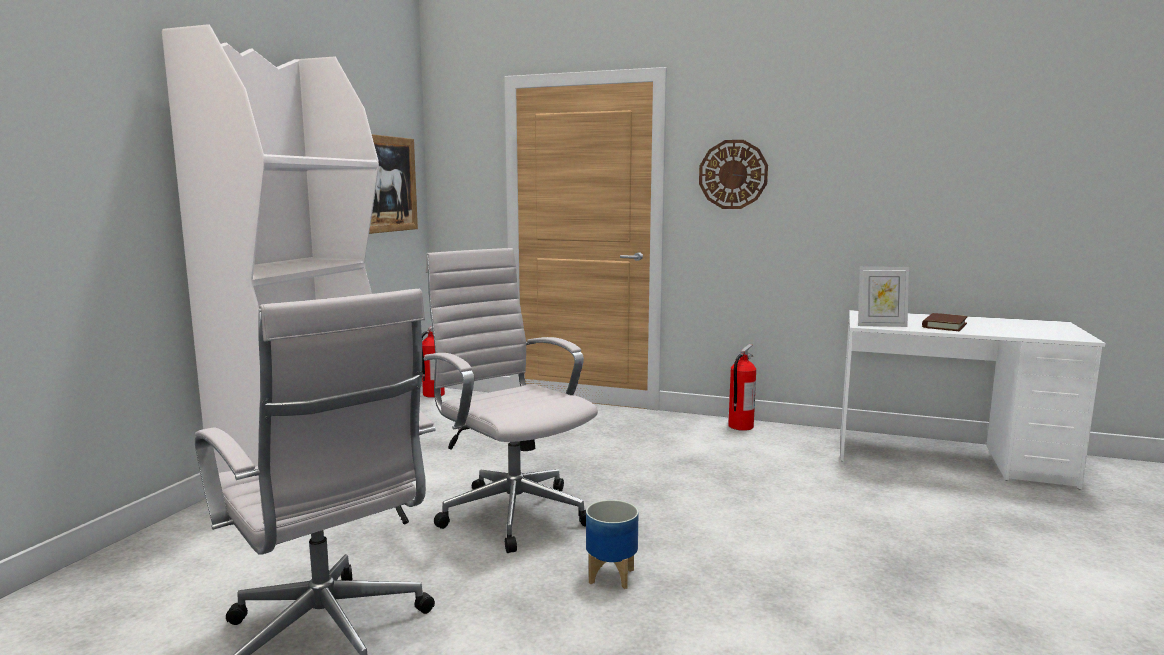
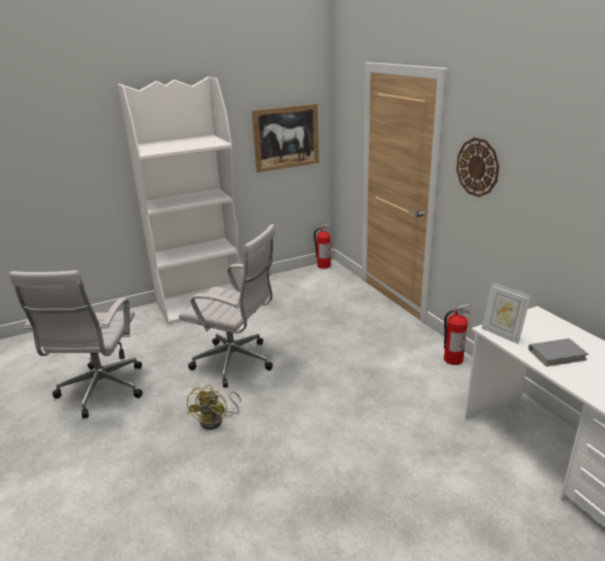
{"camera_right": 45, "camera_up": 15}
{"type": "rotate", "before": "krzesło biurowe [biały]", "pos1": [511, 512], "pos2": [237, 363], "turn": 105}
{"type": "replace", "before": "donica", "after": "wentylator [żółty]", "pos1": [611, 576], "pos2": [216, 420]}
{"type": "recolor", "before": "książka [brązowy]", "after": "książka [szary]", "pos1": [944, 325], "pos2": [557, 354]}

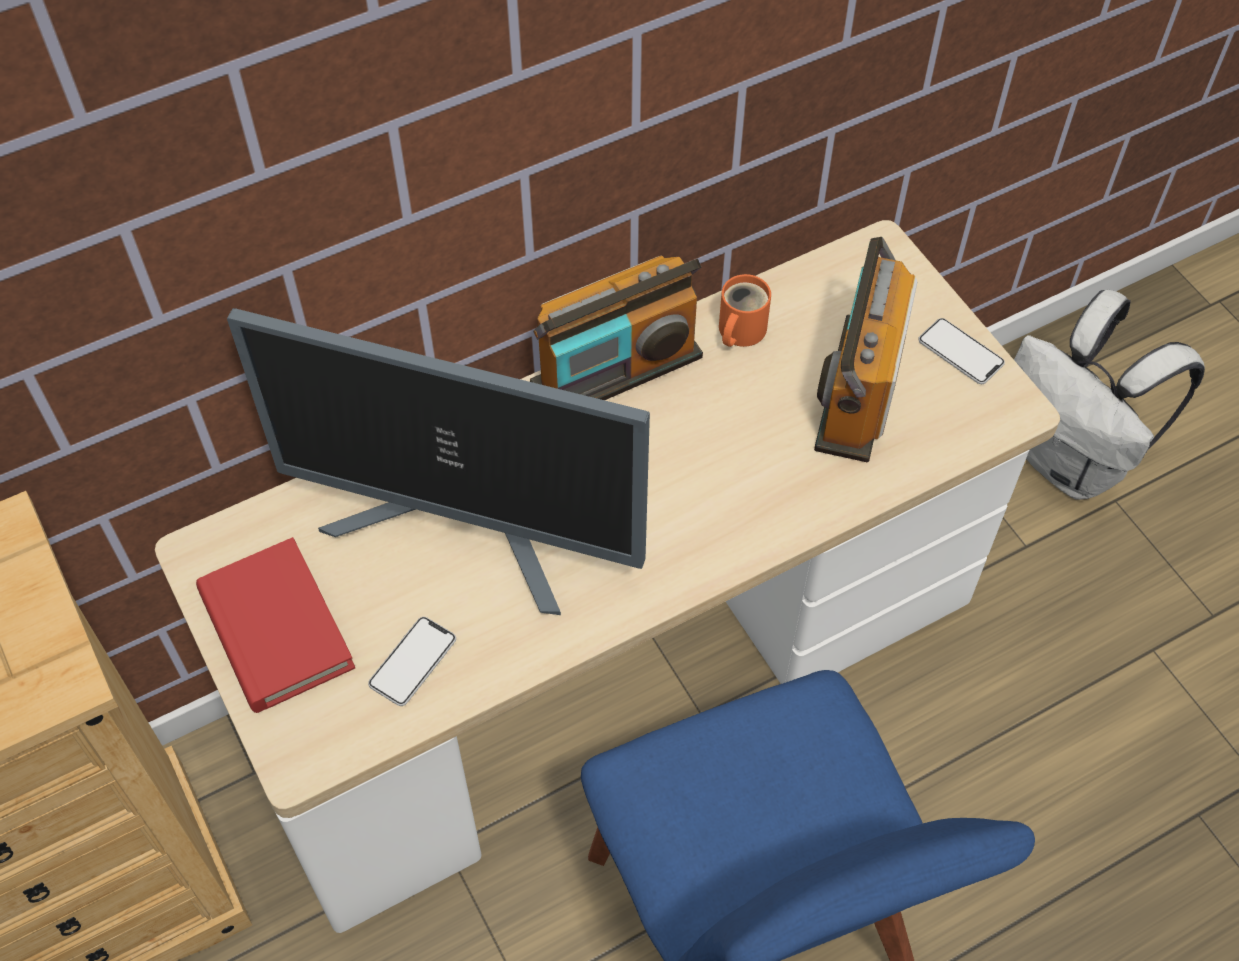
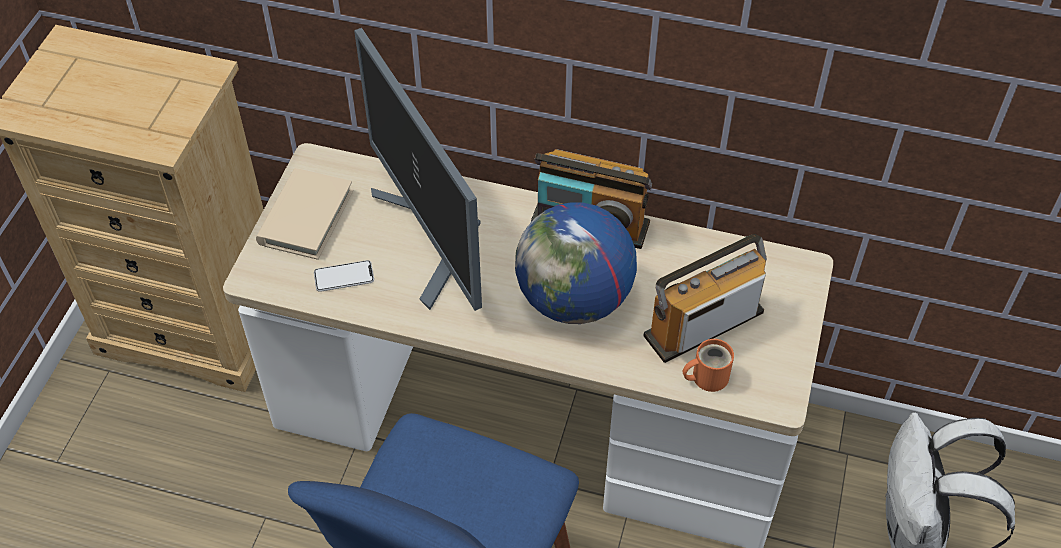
{"camera_right": 45, "camera_up": -5}
{"type": "recolor", "before": "książka [czerwony]", "after": "książka [beżowy]", "pos1": [276, 629], "pos2": [306, 217]}
{"type": "insert", "after": "globus", "pos2": [574, 300]}
{"type": "move", "before": "kubek [pomarańczowy]", "pos1": [738, 330], "pos2": [706, 376]}
{"type": "delete", "before": "telefon", "pos1": [960, 352]}

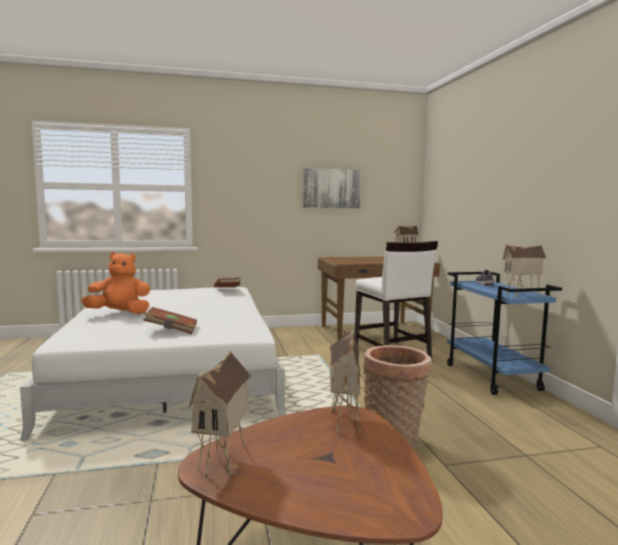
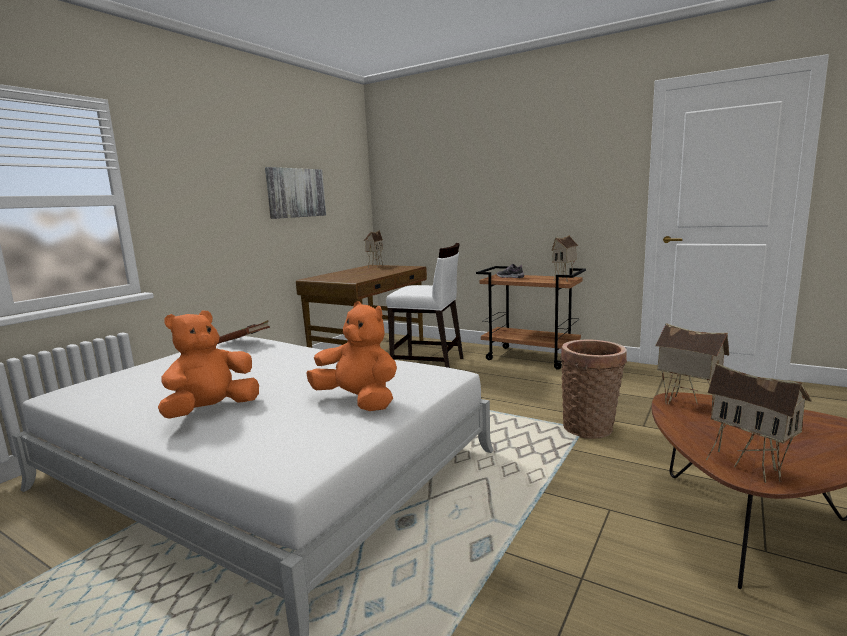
{"camera_right": -45, "camera_up": 5}
{"type": "replace", "before": "książka [brązowy]", "after": "pluszak [pomarańczowy]", "pos1": [171, 330], "pos2": [358, 401]}
{"type": "recolor", "before": "wózek [niebieski]", "after": "wózek [brązowy]", "pos1": [493, 377], "pos2": [531, 358]}

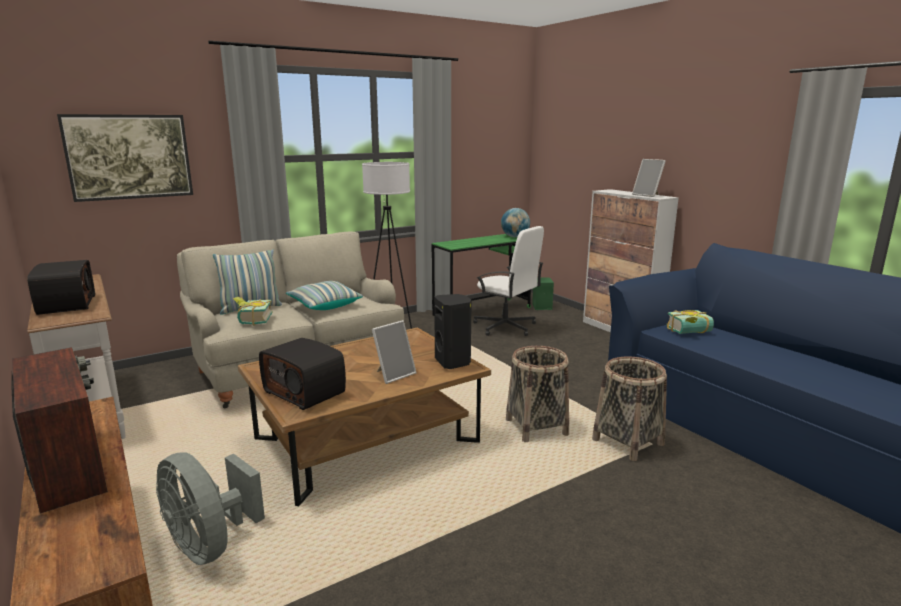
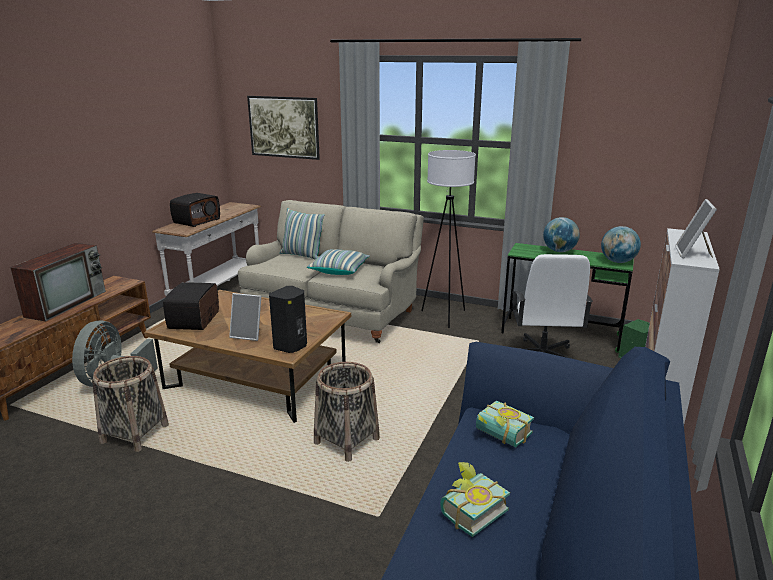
{"camera_right": 55, "camera_up": 5}
{"type": "move", "before": "koszyk", "pos1": [627, 441], "pos2": [135, 433]}
{"type": "move", "before": "książka", "pos1": [252, 320], "pos2": [469, 510]}
{"type": "insert", "after": "globus", "pos2": [559, 251]}

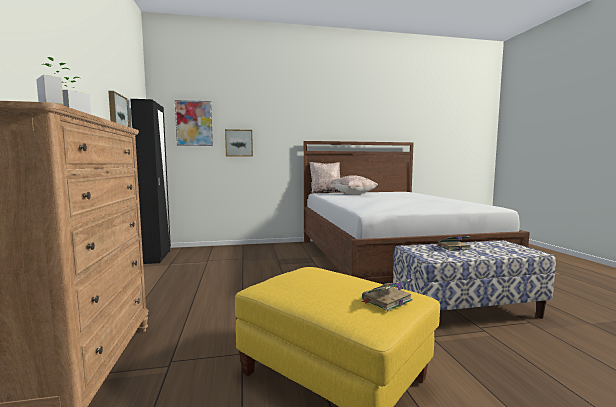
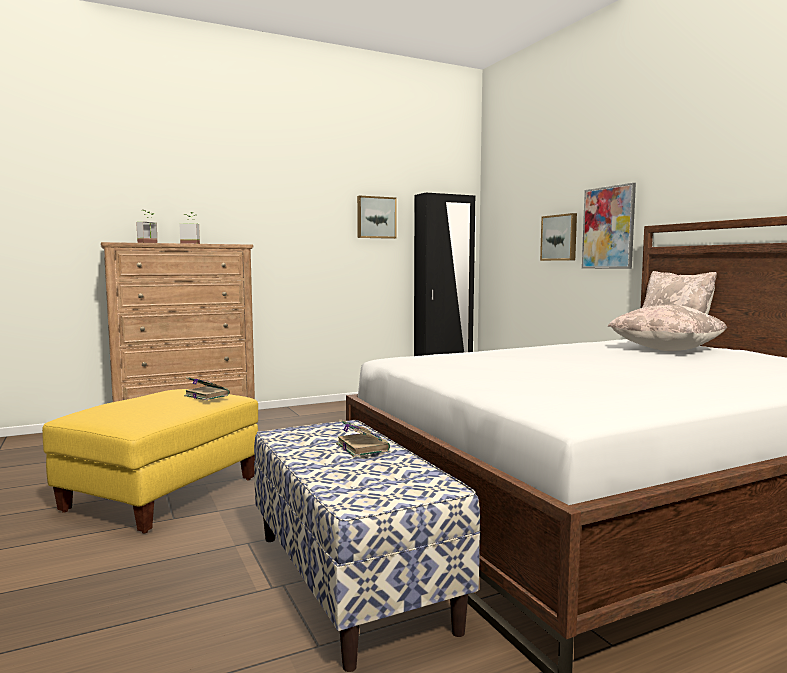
{"camera_right": 75, "camera_up": 0}
{"type": "move", "before": "książka", "pos1": [386, 300], "pos2": [206, 395]}
{"type": "move", "before": "obraz", "pos1": [194, 123], "pos2": [608, 228]}

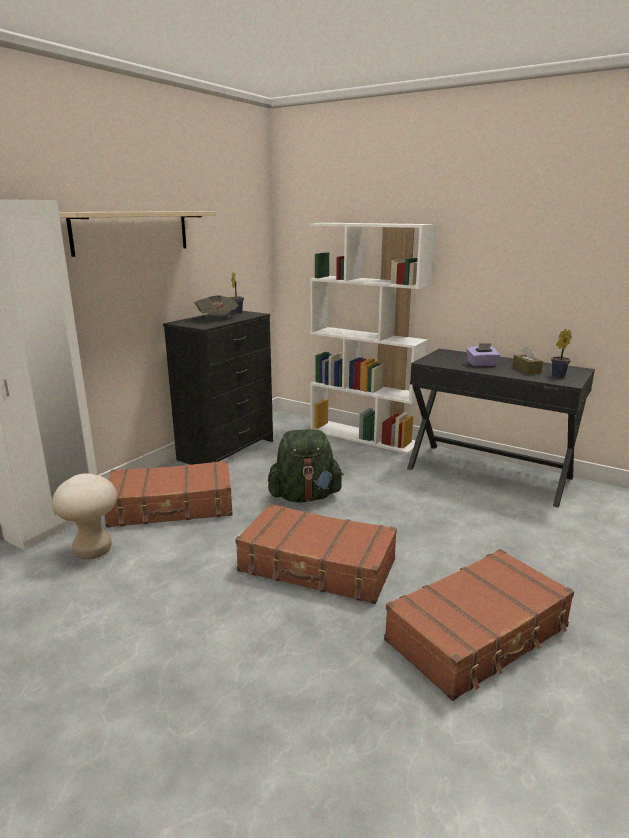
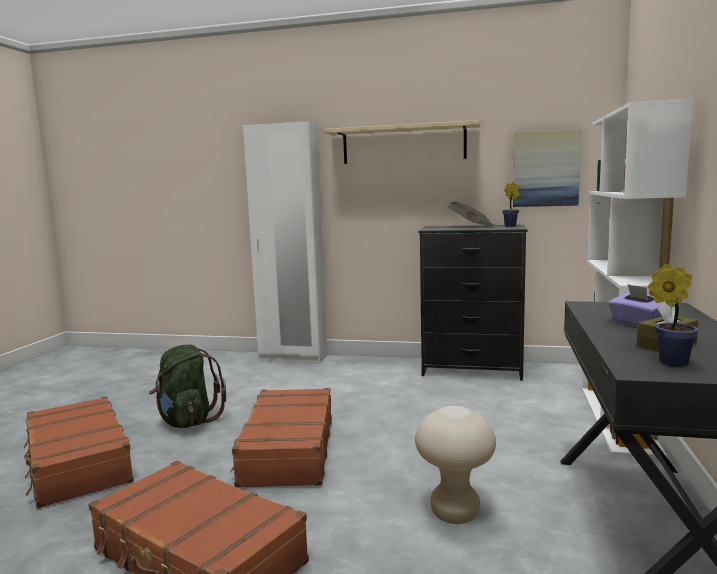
{"camera_right": 70, "camera_up": -10}
{"type": "move", "before": "walizka [brązowy]", "pos1": [172, 507], "pos2": [77, 463]}
{"type": "move", "before": "plecak [zielony]", "pos1": [305, 496], "pos2": [187, 421]}
{"type": "move", "before": "stołek [beżowy]", "pos1": [93, 551], "pos2": [455, 513]}
{"type": "insert", "after": "obraz", "pos2": [545, 168]}

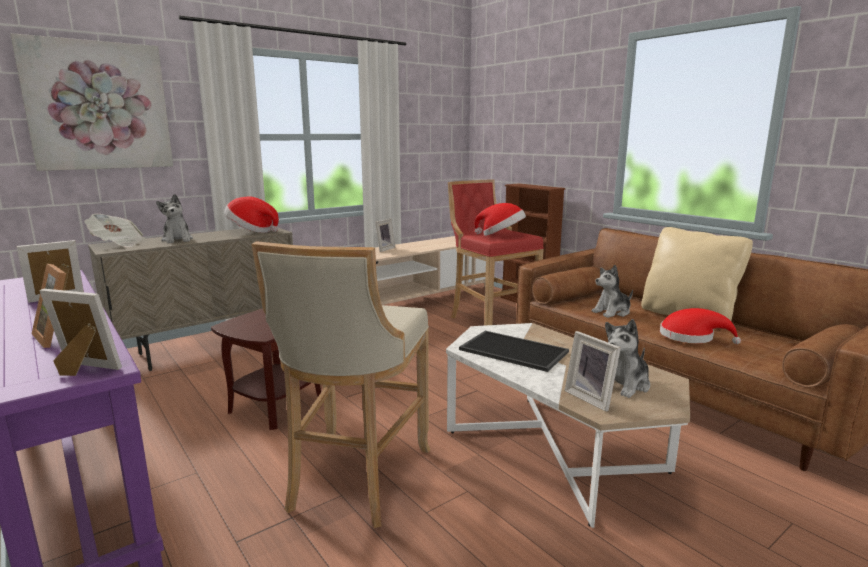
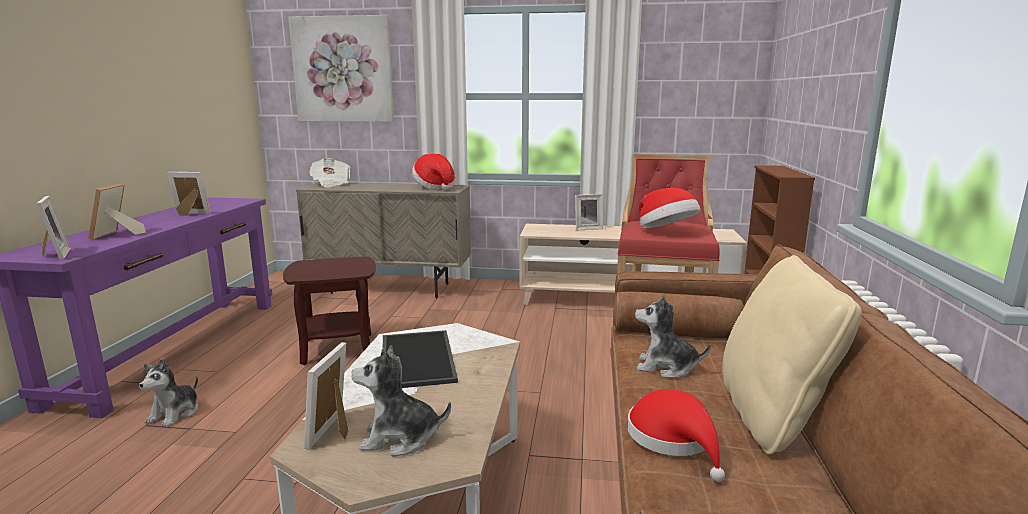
{"camera_right": 45, "camera_up": 0}
{"type": "move", "before": "pluszak", "pos1": [177, 240], "pos2": [175, 413]}
{"type": "delete", "before": "stołek [beżowy]", "pos1": [355, 480]}

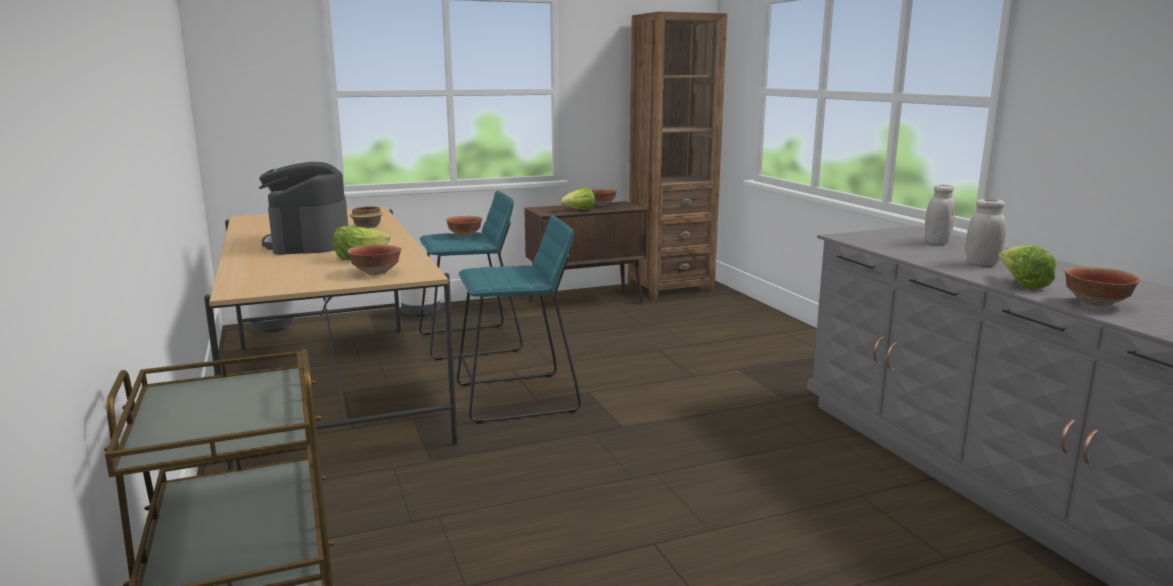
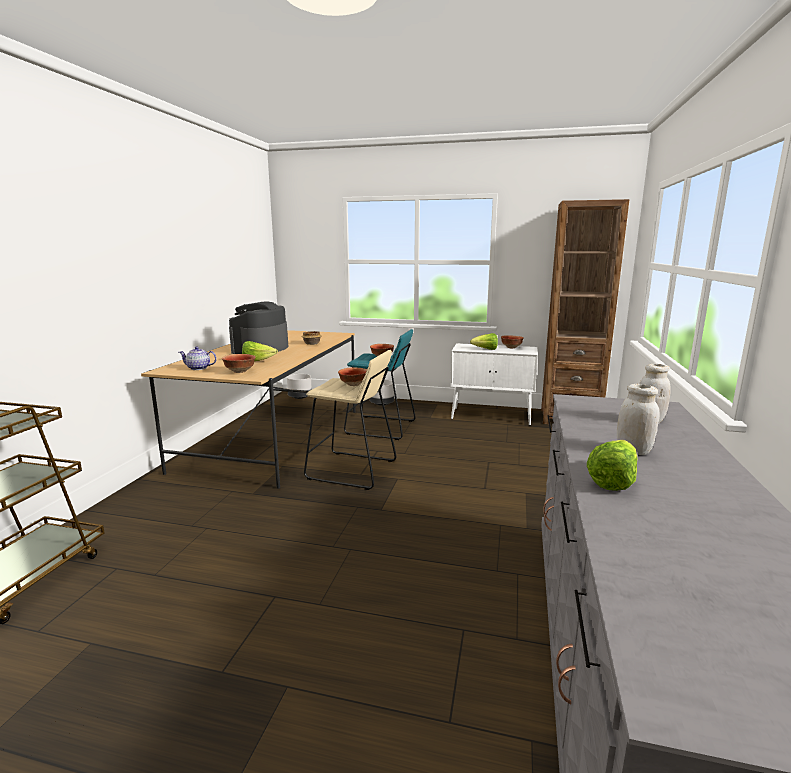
{"camera_right": 35, "camera_up": 0}
{"type": "insert", "after": "imbryk", "pos2": [199, 368]}
{"type": "recolor", "before": "stołek [turkusowy]", "after": "stołek [beżowy]", "pos1": [517, 398], "pos2": [351, 470]}
{"type": "move", "before": "miska", "pos1": [1097, 304], "pos2": [353, 385]}
{"type": "recolor", "before": "szafka [brązowy]", "after": "szafka [biały]", "pos1": [586, 302], "pos2": [492, 416]}

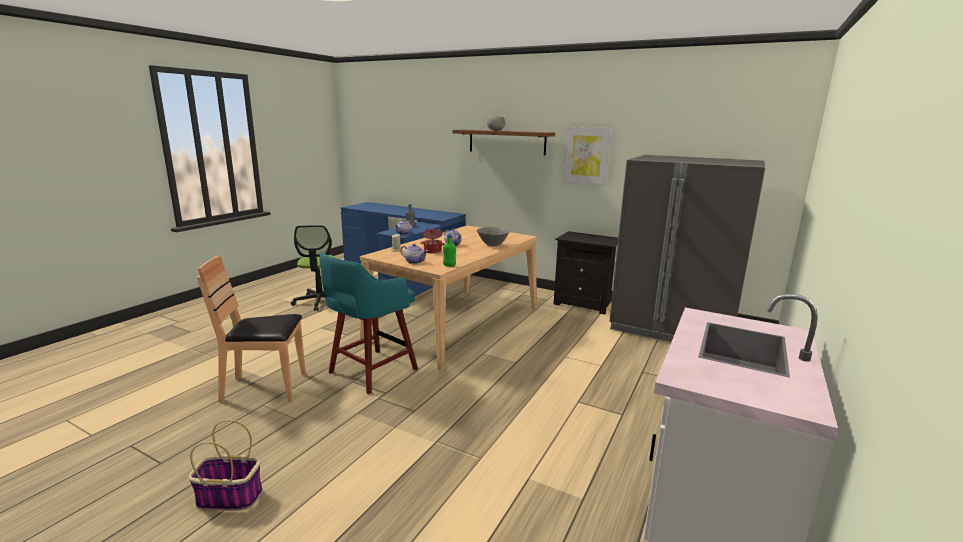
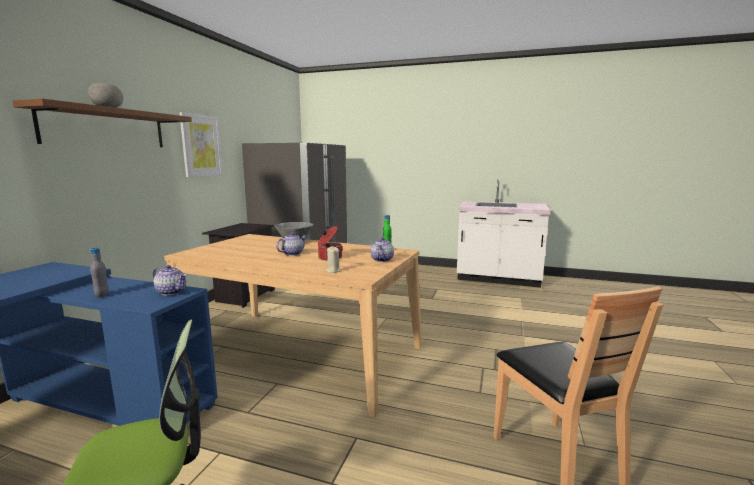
{"camera_right": -100, "camera_up": -5}
{"type": "delete", "before": "koszyk", "pos1": [228, 498]}
{"type": "delete", "before": "stołek [turkusowy]", "pos1": [371, 372]}

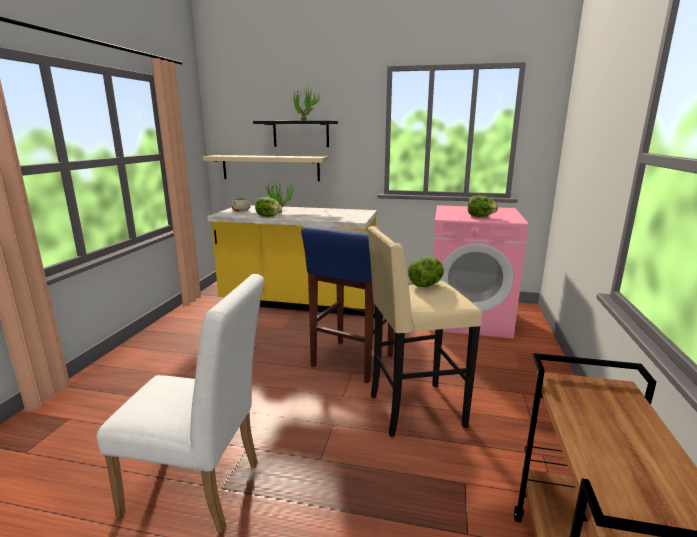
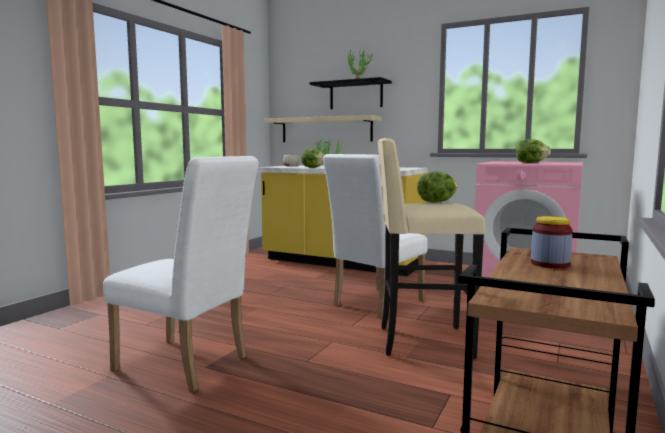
{"camera_right": 15, "camera_up": -10}
{"type": "replace", "before": "stołek [niebieski]", "after": "krzesło [biały]", "pos1": [351, 361], "pos2": [374, 304]}
{"type": "insert", "after": "słoik", "pos2": [550, 264]}

